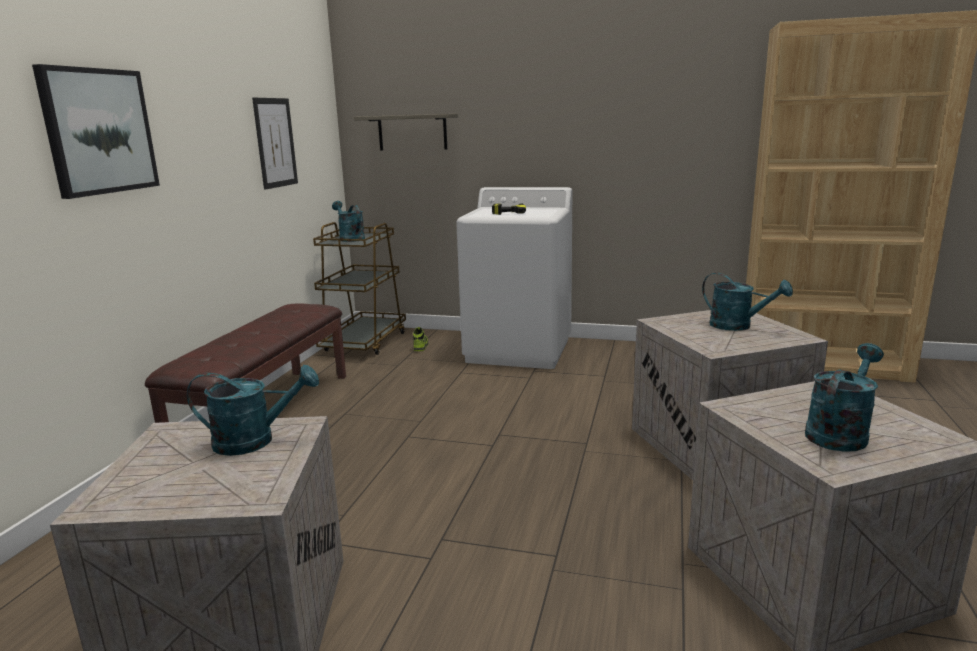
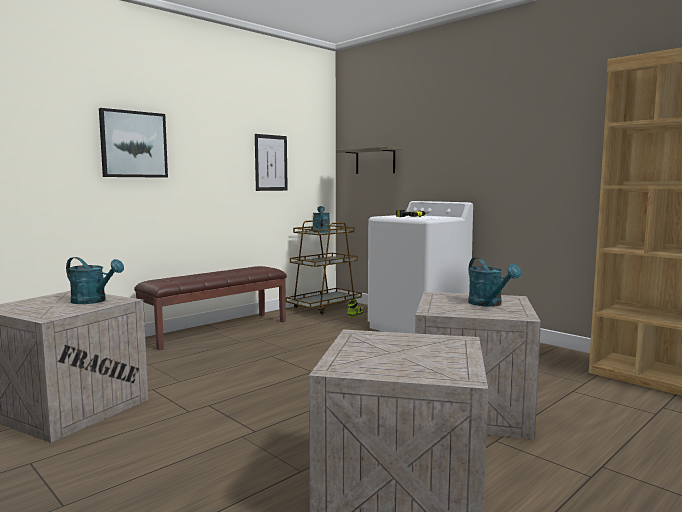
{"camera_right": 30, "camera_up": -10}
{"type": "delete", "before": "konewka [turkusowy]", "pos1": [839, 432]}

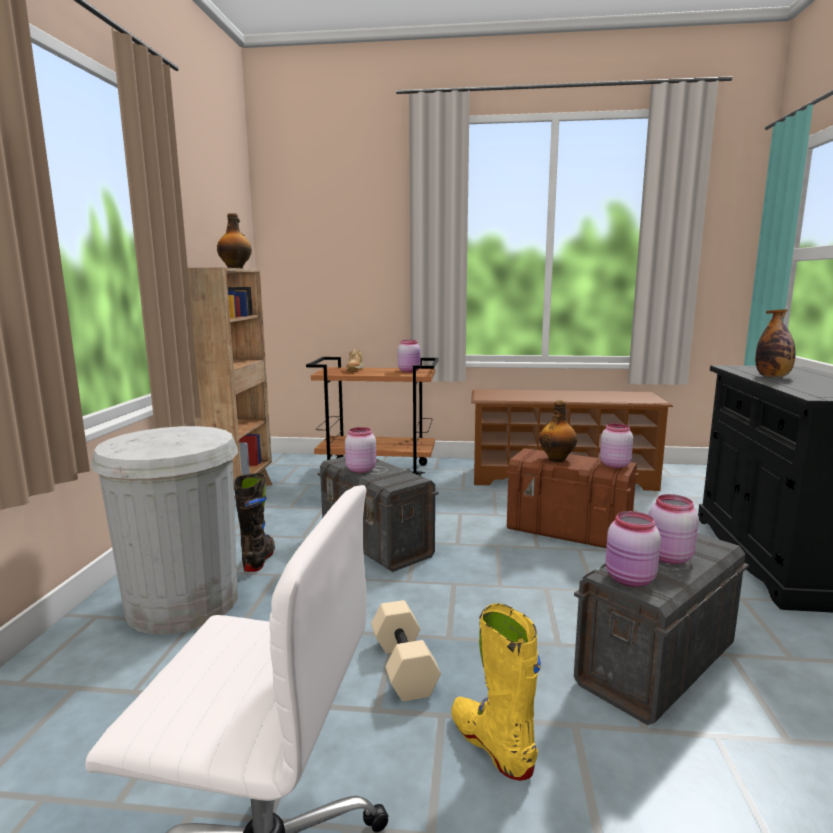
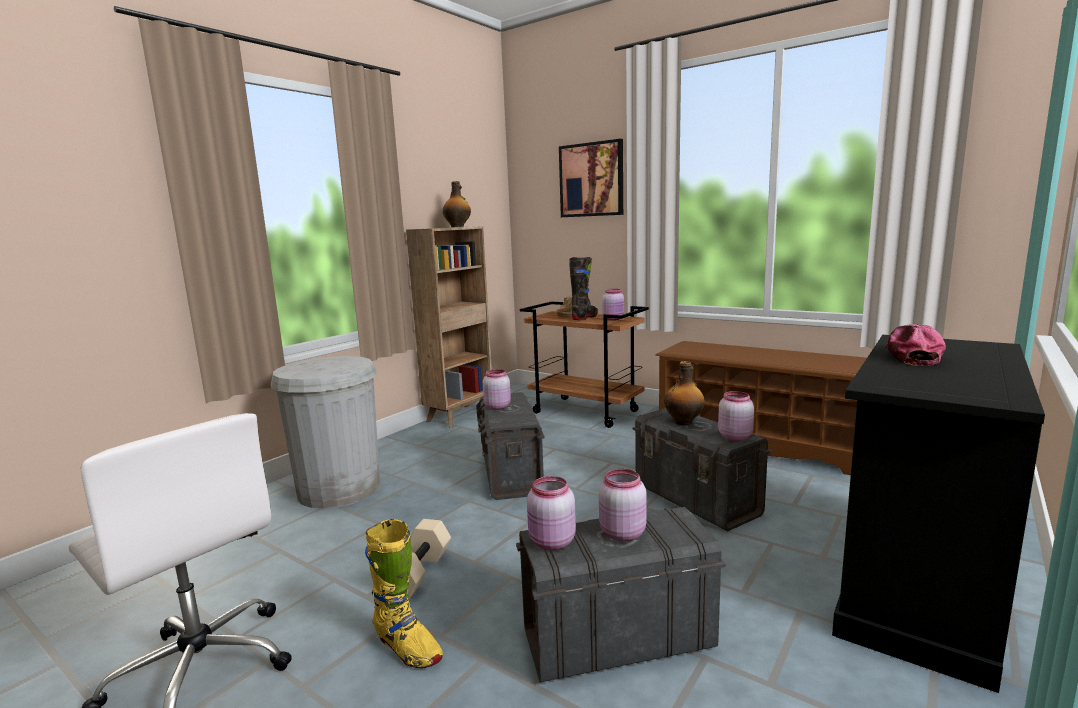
{"camera_right": 30, "camera_up": 0}
{"type": "rotate", "before": "but z cholewką [żółty]", "pos1": [492, 745], "pos2": [407, 648], "turn": 135}
{"type": "insert", "after": "obraz", "pos2": [591, 180]}
{"type": "move", "before": "but z cholewką [czarny]", "pos1": [259, 559], "pos2": [585, 317]}
{"type": "recolor", "before": "pojemnik do przechowywania [brązowy]", "after": "pojemnik do przechowywania [szary]", "pos1": [569, 531], "pos2": [696, 499]}
{"type": "replace", "before": "butelka", "after": "czapka z daszkiem", "pos1": [772, 377], "pos2": [910, 355]}

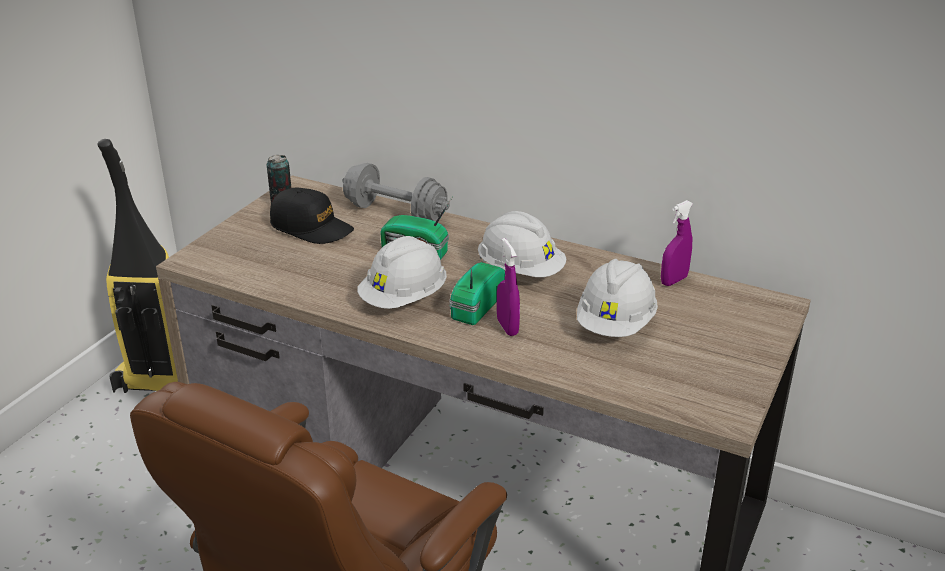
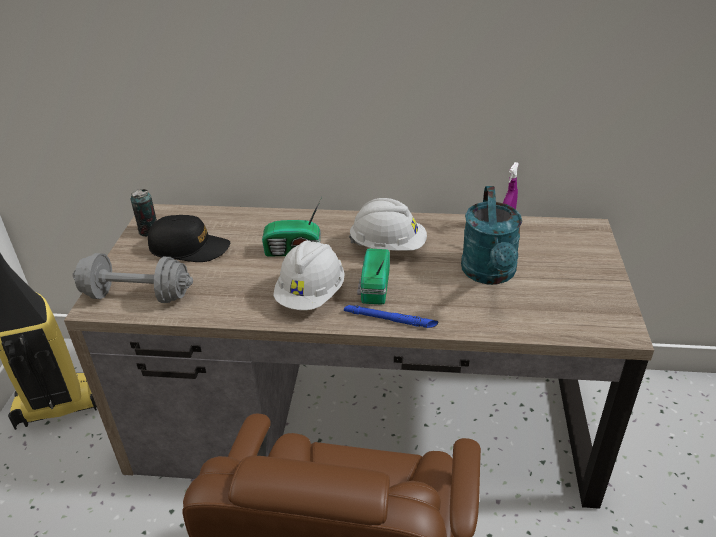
{"camera_right": -20, "camera_up": 5}
{"type": "move", "before": "hantel [szary]", "pos1": [395, 213], "pos2": [137, 295]}
{"type": "insert", "after": "latarka [niebieski]", "pos2": [390, 319]}
{"type": "replace", "before": "kask [biały]", "after": "konewka [turkusowy]", "pos1": [615, 324], "pos2": [490, 274]}
{"type": "delete", "before": "spryskiwacz [fioletowy]", "pos1": [507, 327]}

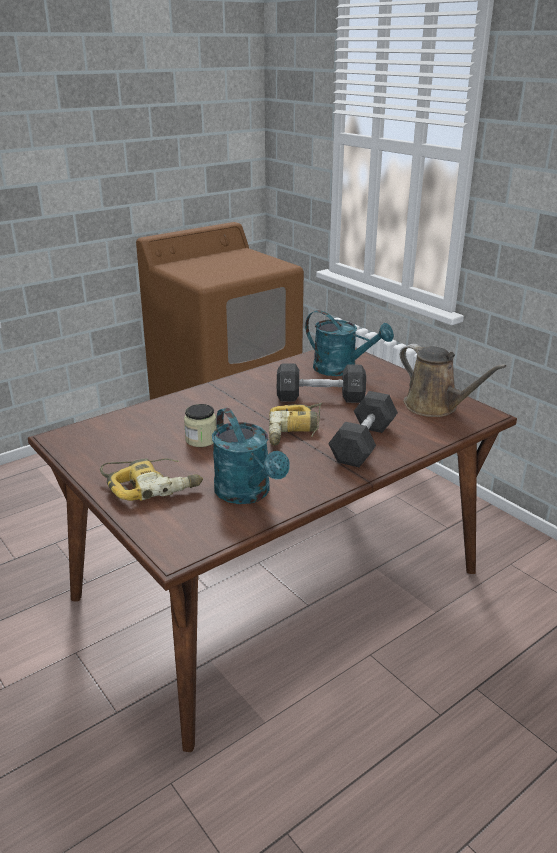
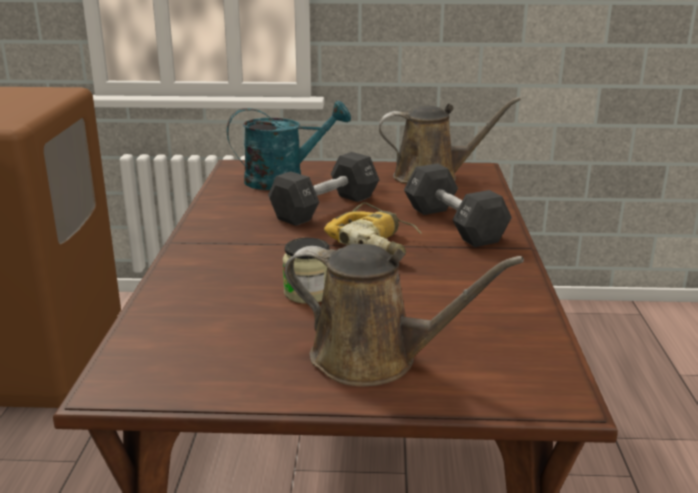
{"camera_right": -50, "camera_up": -5}
{"type": "replace", "before": "wiertarka", "after": "konewka [brązowy]", "pos1": [152, 485], "pos2": [374, 359]}
{"type": "delete", "before": "konewka [turkusowy]", "pos1": [247, 494]}

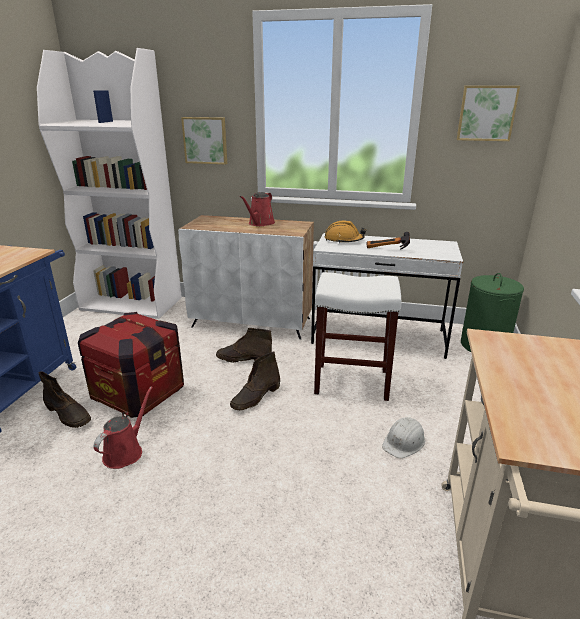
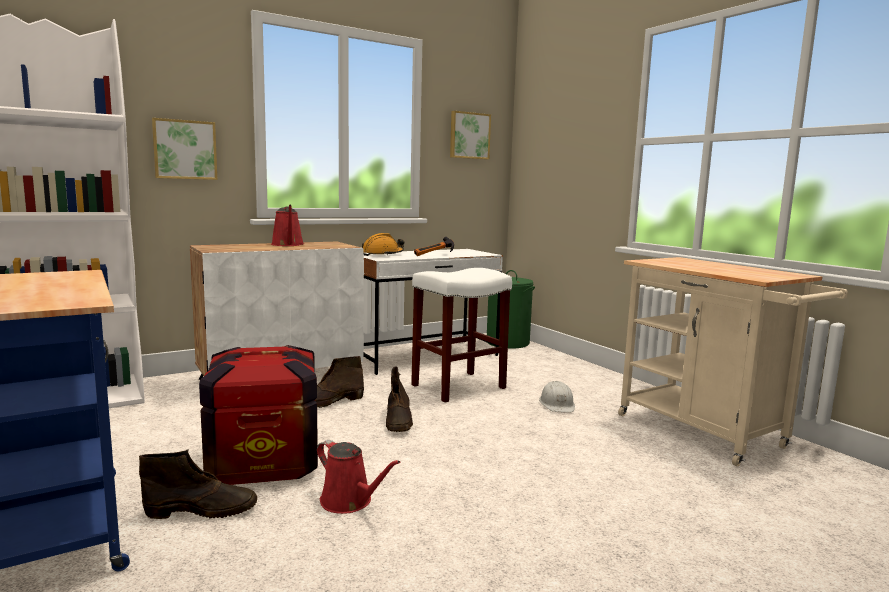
{"camera_right": -45, "camera_up": -15}
{"type": "rotate", "before": "konewka [czerwony]", "pos1": [125, 452], "pos2": [349, 502], "turn": 150}

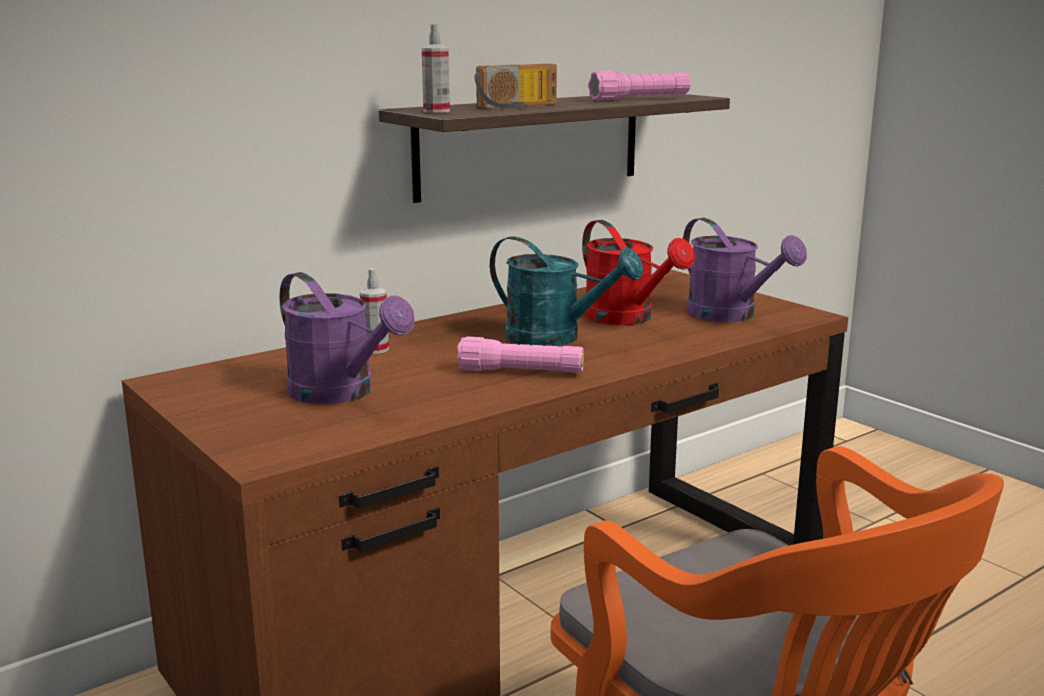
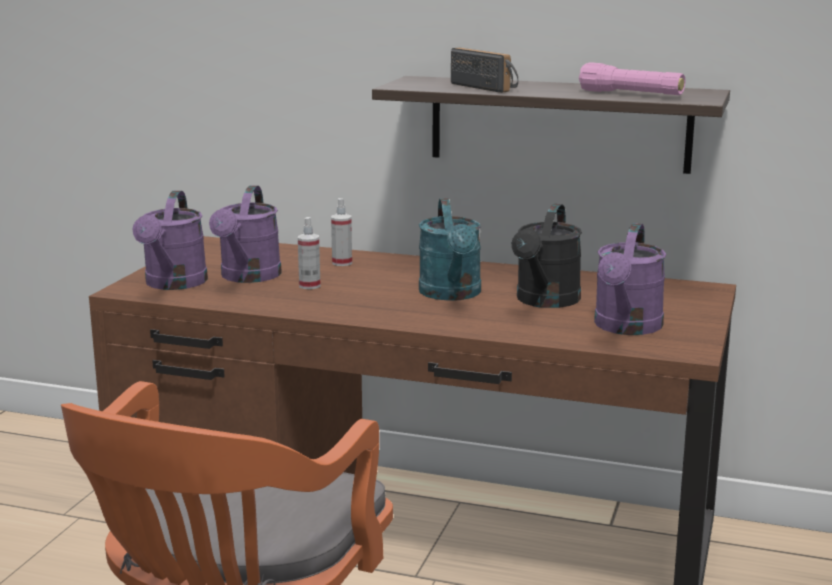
{"camera_right": 55, "camera_up": 0}
{"type": "insert", "after": "konewka [fioletowy]", "pos2": [173, 284]}
{"type": "move", "before": "spryskiwacz", "pos1": [436, 111], "pos2": [309, 286]}
{"type": "rotate", "before": "radio", "pos1": [519, 106], "pos2": [487, 87], "turn": -150}
{"type": "recolor", "before": "konewka [czerwony]", "after": "konewka [czarny]", "pos1": [627, 318], "pos2": [545, 301]}
{"type": "delete", "before": "latarka [różowy]", "pos1": [521, 372]}

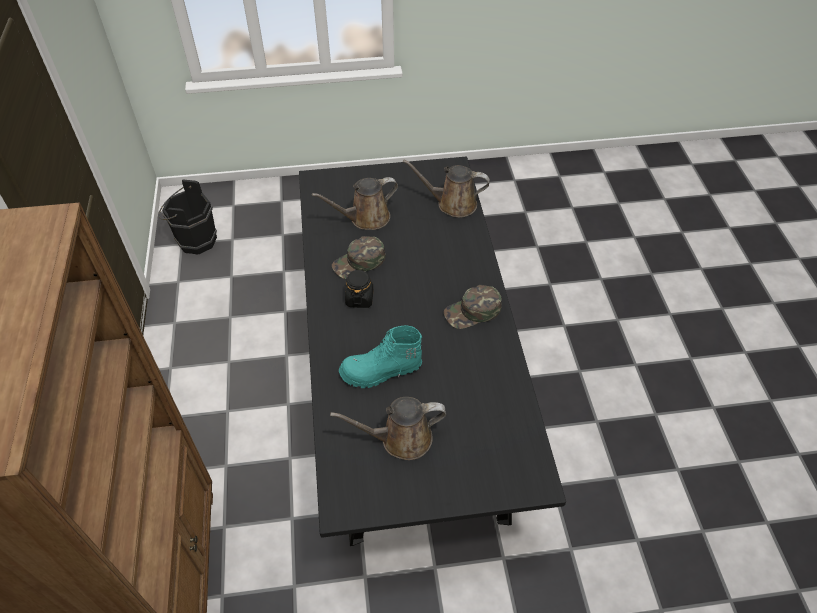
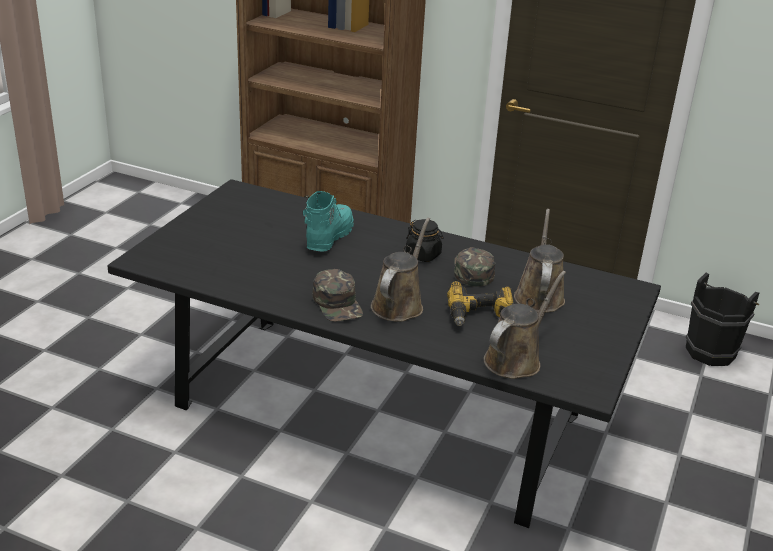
{"camera_right": 120, "camera_up": -20}
{"type": "rotate", "before": "czapka z daszkiem [zielony]", "pos1": [473, 312], "pos2": [338, 303], "turn": 150}
{"type": "move", "before": "konewka [brązowy]", "pos1": [401, 439], "pos2": [399, 304]}
{"type": "insert", "after": "wiertarka", "pos2": [479, 315]}

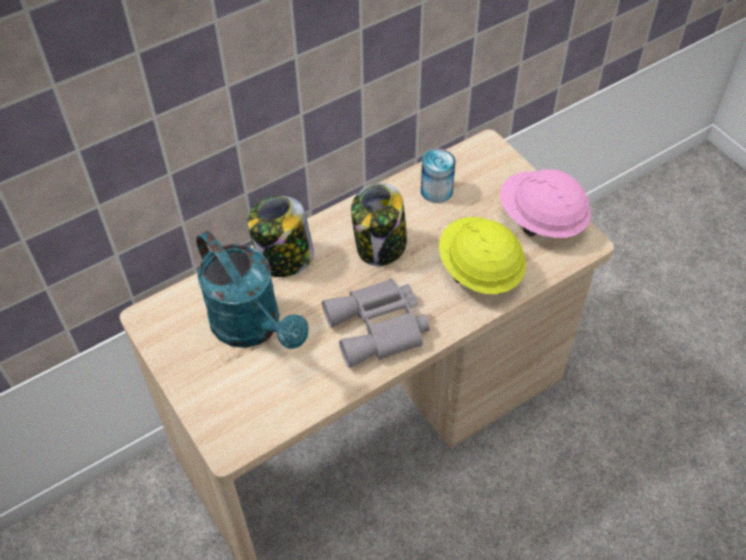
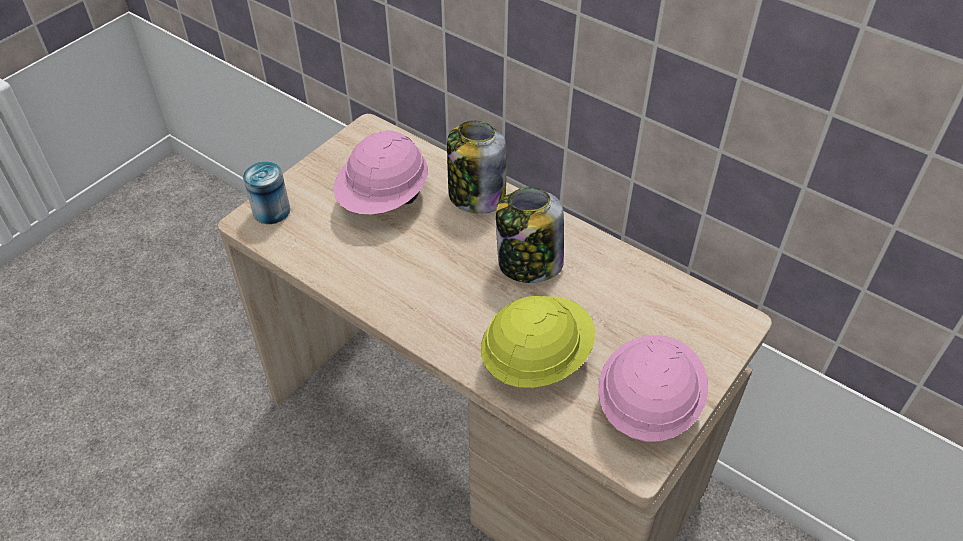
{"camera_right": 70, "camera_up": -5}
{"type": "move", "before": "puszka", "pos1": [436, 190], "pos2": [271, 211]}
{"type": "replace", "before": "konewka [turkusowy]", "after": "kask [różowy]", "pos1": [253, 327], "pos2": [384, 199]}
{"type": "delete", "before": "lornetka [szary]", "pos1": [379, 329]}

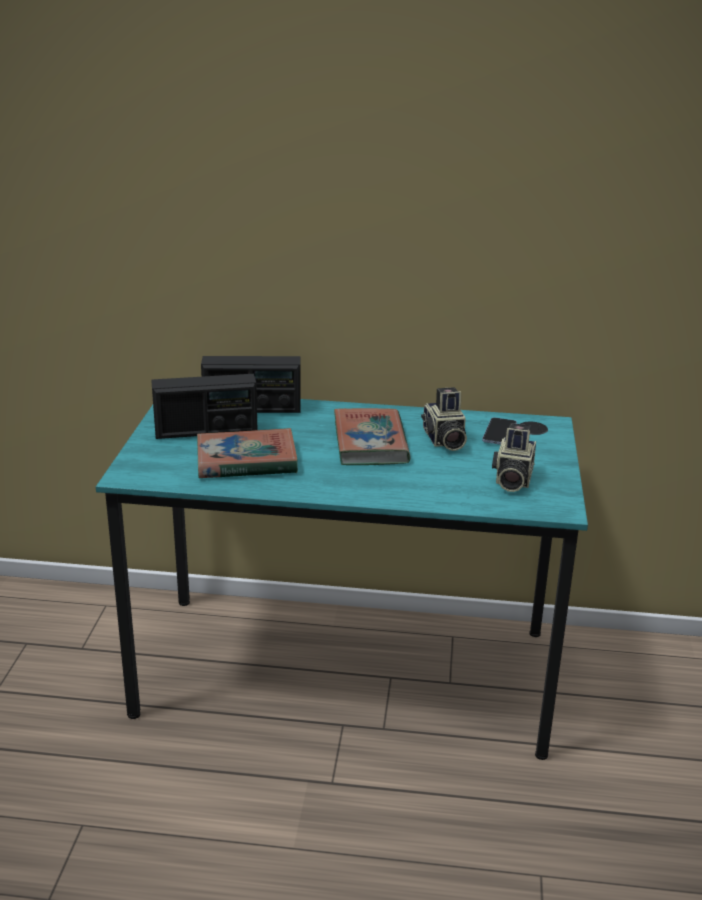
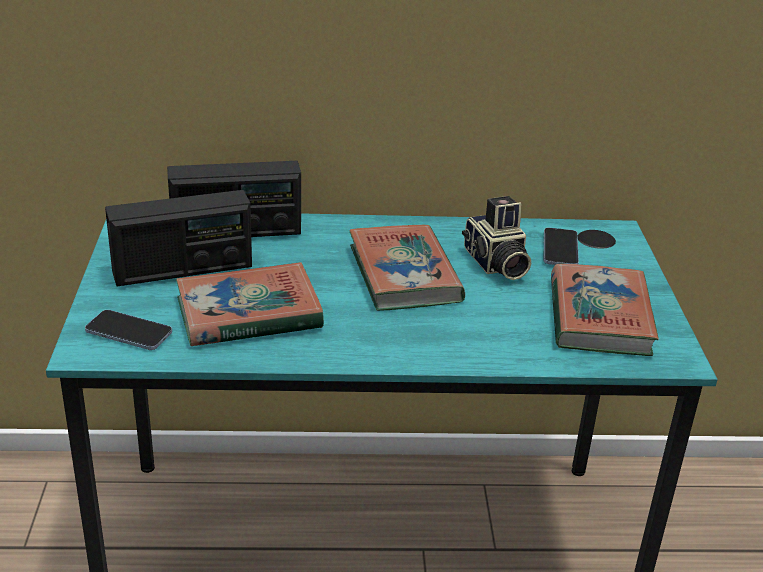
{"camera_right": -10, "camera_up": 5}
{"type": "insert", "after": "telefon", "pos2": [129, 332]}
{"type": "replace", "before": "aparat fotograficzny", "after": "książka", "pos1": [511, 479], "pos2": [599, 317]}

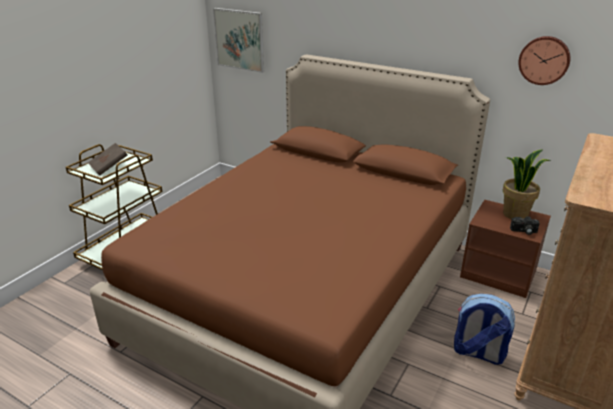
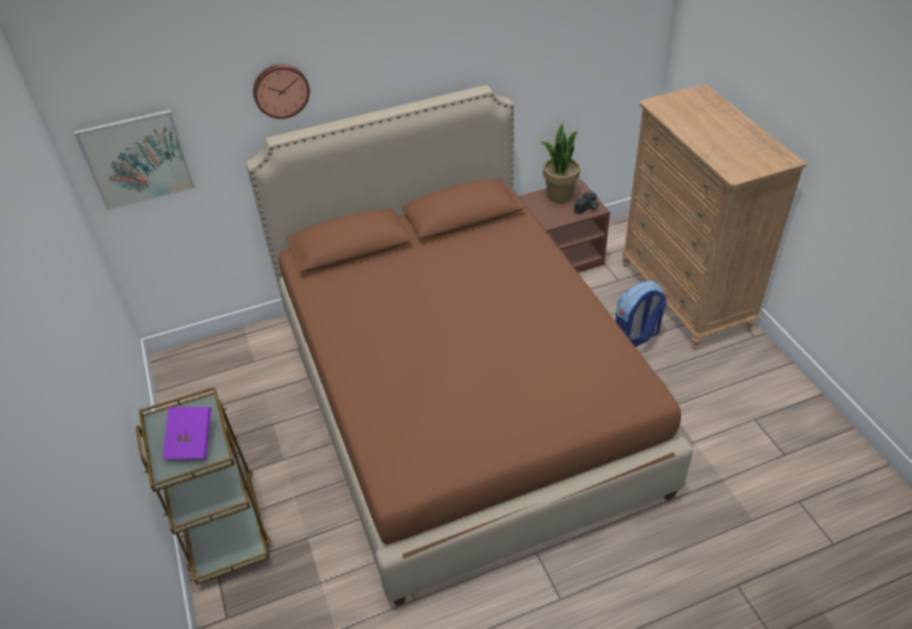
{"camera_right": -50, "camera_up": 15}
{"type": "recolor", "before": "książka [brązowy]", "after": "książka [fioletowy]", "pos1": [109, 167], "pos2": [191, 442]}
{"type": "move", "before": "zegar ścienny", "pos1": [544, 60], "pos2": [280, 90]}

